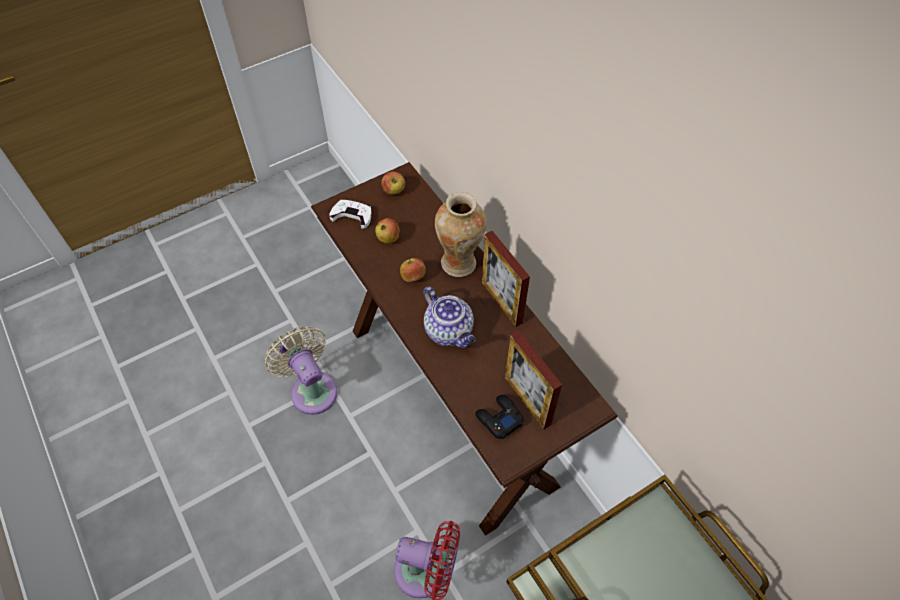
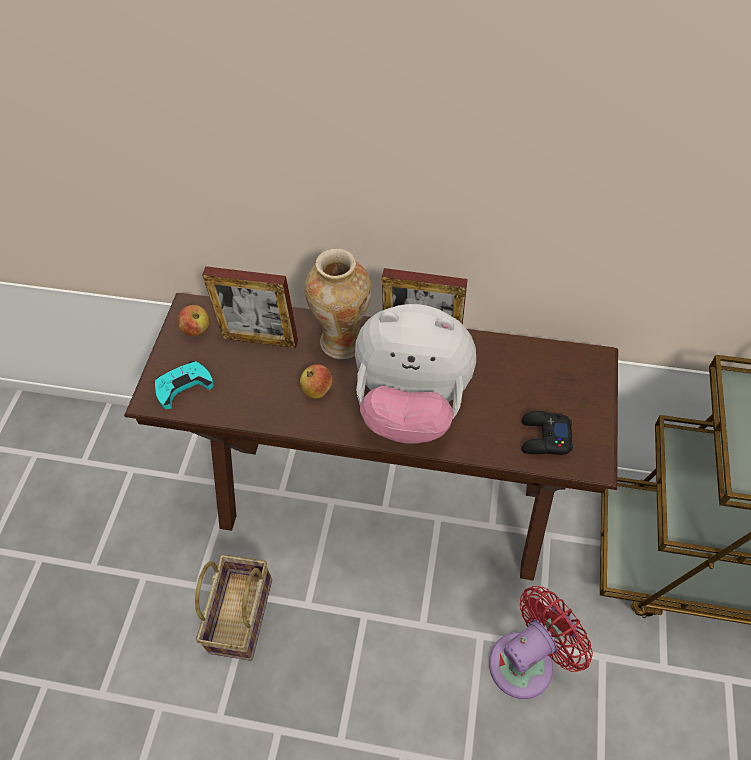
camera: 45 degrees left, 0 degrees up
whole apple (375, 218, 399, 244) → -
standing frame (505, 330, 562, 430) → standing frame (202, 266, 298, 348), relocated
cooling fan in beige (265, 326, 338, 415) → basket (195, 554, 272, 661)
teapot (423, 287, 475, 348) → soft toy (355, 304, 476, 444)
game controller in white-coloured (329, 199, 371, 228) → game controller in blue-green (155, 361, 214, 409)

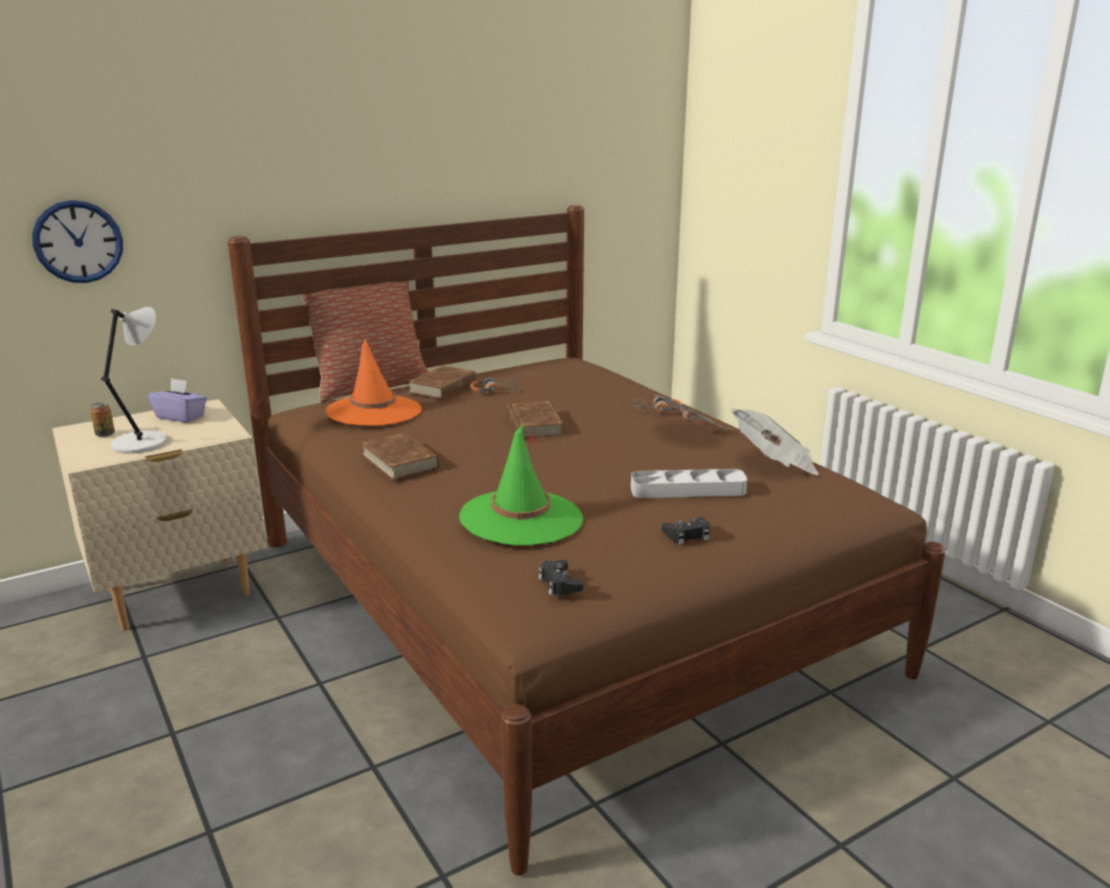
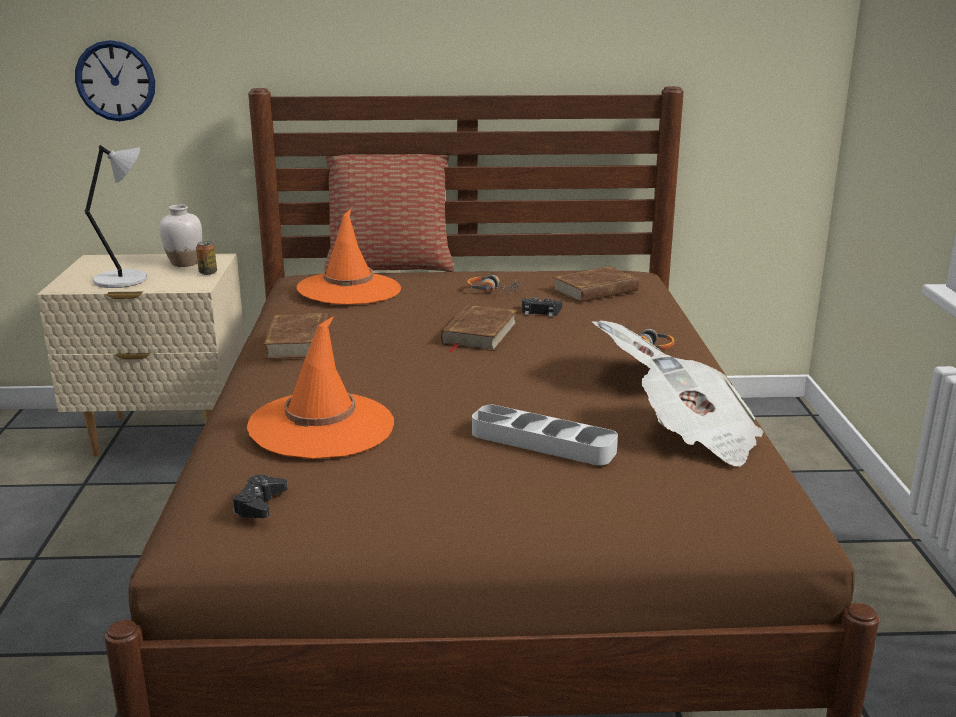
camera: 30 degrees right, 0 degrees up
can (90, 402, 115, 437) → can (196, 241, 217, 275), relocated
volume in brown (408, 366, 476, 399) → volume in brown (553, 266, 640, 302), relocated
game controller in black (662, 517, 710, 544) → game controller in black (522, 297, 562, 317), relocated
box of tissues in purplish (148, 378, 207, 423) → vase in white-coloured (160, 205, 202, 267)
wearable hat in green-coloured (459, 424, 583, 546) → wearable hat in orangey (247, 316, 394, 459)

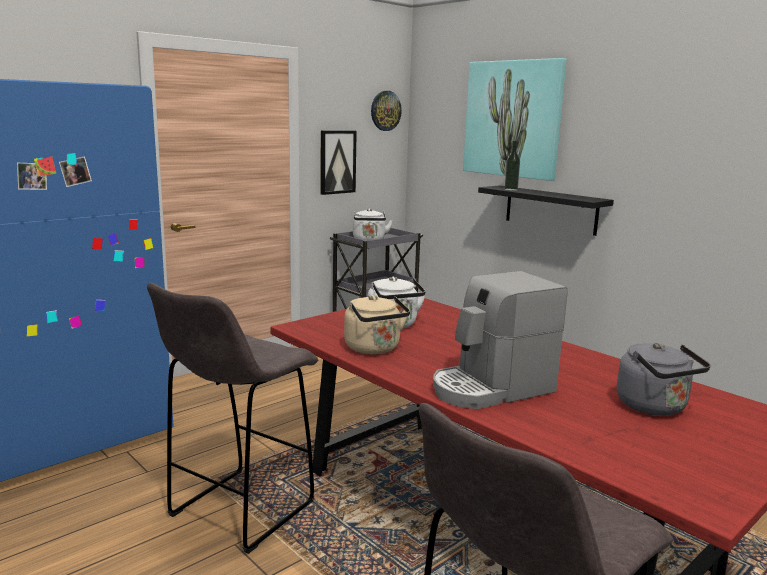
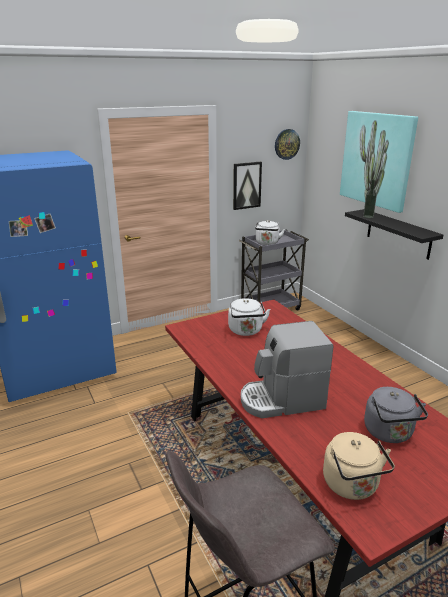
camera: 15 degrees right, 10 degrees up
sitting stool in greyish (147, 283, 318, 554) → -
tea kettle in beige (344, 295, 410, 354) → tea kettle in beige (323, 432, 395, 500), relocated

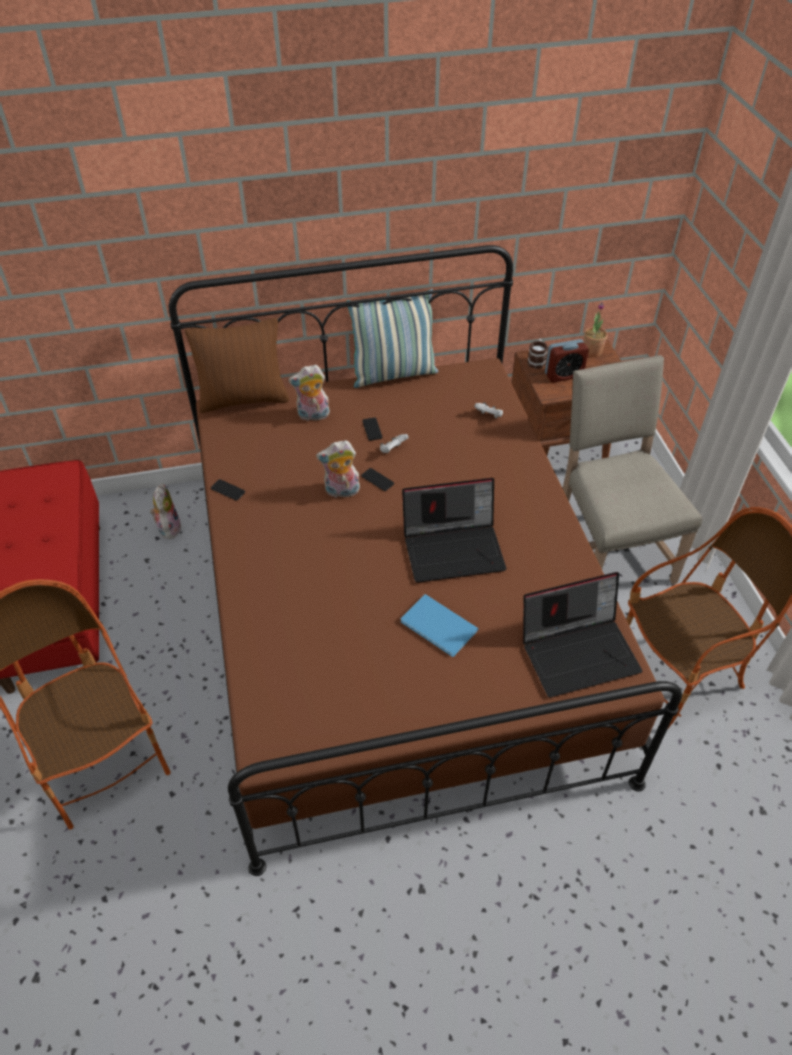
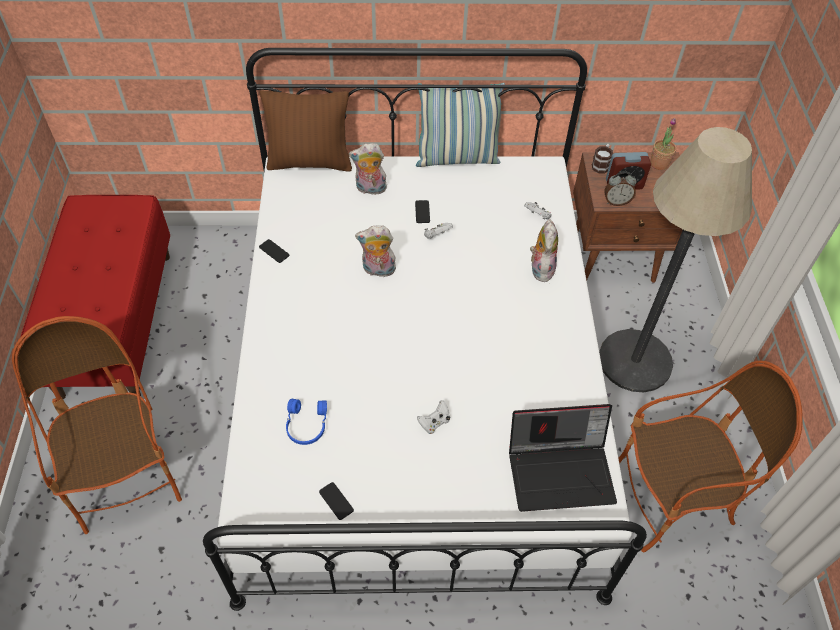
camera: 10 degrees right, 5 degrees up
portable computer (402, 478, 506, 583) → -
- → headphones in blue (286, 399, 327, 445)
- → bedside clock (604, 171, 637, 206)
soft toy (150, 483, 182, 539) → soft toy (530, 219, 558, 282), relocated
handset (361, 468, 394, 491) → handset (319, 482, 354, 520), relocated
volume in blue (401, 594, 479, 657) → game controller in white-coloured (417, 400, 450, 434)
upright chair in beige (563, 355, 702, 584) → standing lamp (599, 127, 752, 392)
bed in brown (169, 245, 682, 876) → bed in white-coloured (203, 48, 647, 611)

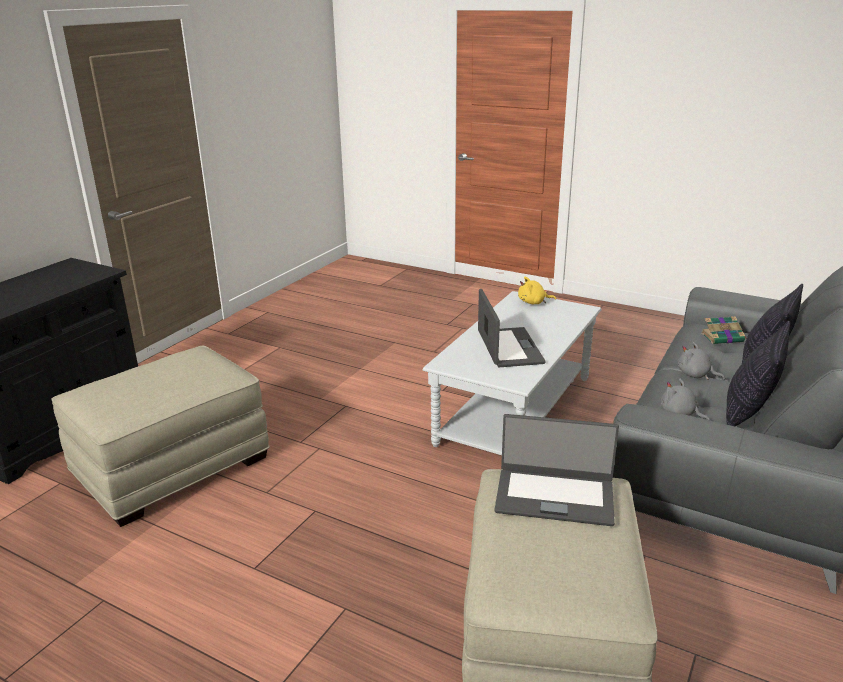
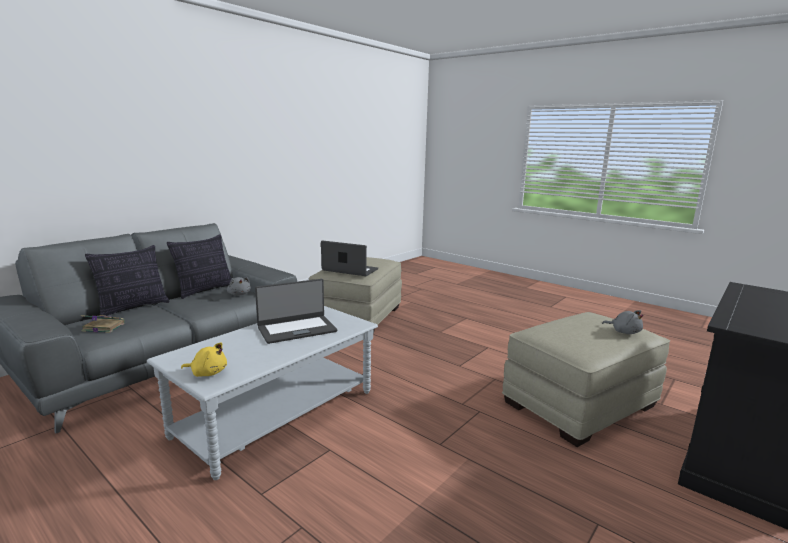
camera: 170 degrees left, 10 degrees down
soft toy in greyish (678, 342, 725, 380) → soft toy in greyish (602, 310, 643, 334), relocated
portable computer (478, 289, 546, 367) → portable computer (255, 279, 337, 344), 120 degrees counterclockwise

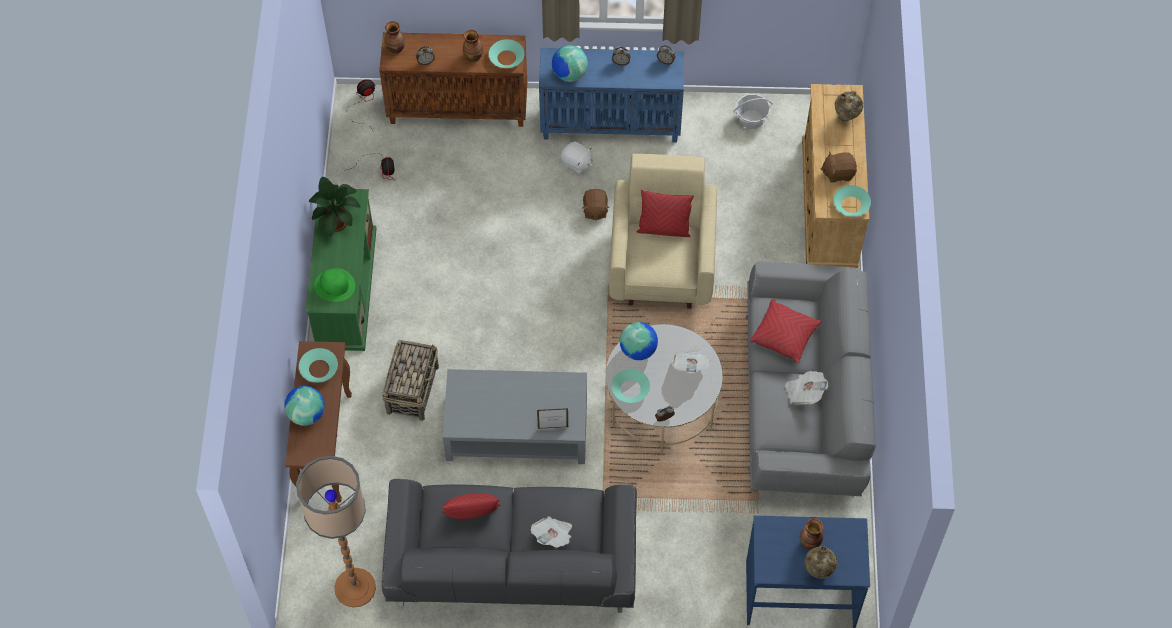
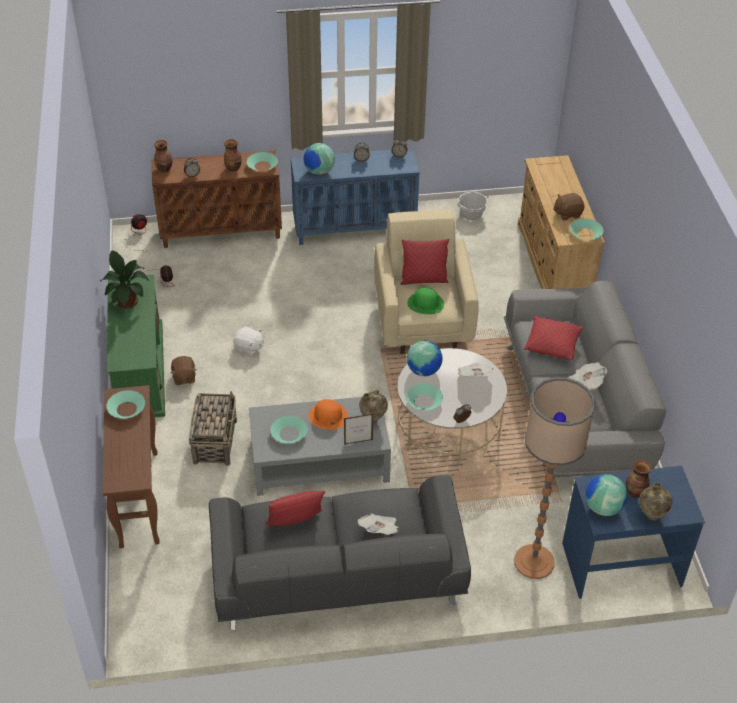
camera: 10 degrees left, 15 degrees down
- → bowl in blue-green (271, 416, 308, 444)
- → wearable hat in orangey (308, 399, 348, 430)
globe (284, 386, 325, 426) → globe (585, 474, 628, 516), relocated
standing lamp (296, 456, 376, 608) → standing lamp (514, 377, 596, 579), relocated
wearable hat in green-coloured (314, 268, 355, 302) → wearable hat in green-coloured (407, 287, 444, 314), relocated
soft toy in white-coloured (561, 141, 593, 174) → soft toy in white-coloured (233, 327, 264, 356), relocated
soft toy in brown (583, 189, 609, 220) → soft toy in brown (171, 356, 196, 385), relocated
vase in beige (835, 91, 863, 121) → vase in beige (359, 390, 388, 423), relocated

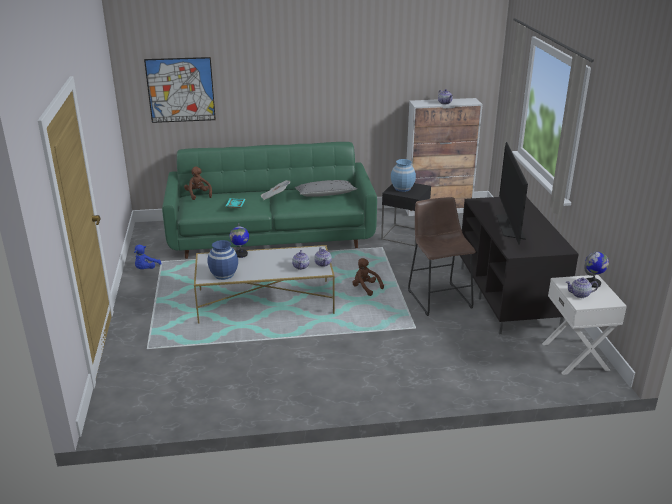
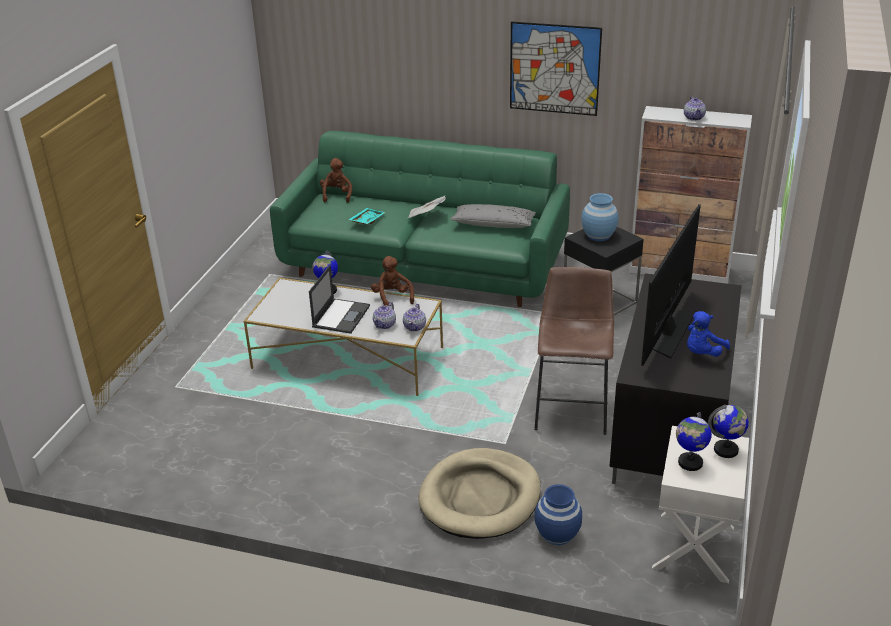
camera: 25 degrees right, 5 degrees up
- → portable computer (309, 265, 370, 334)
- → pet bed in beige (419, 448, 541, 539)
soft toy in blue (134, 244, 162, 269) → soft toy in blue (687, 311, 730, 357), relocated
wall art (144, 57, 216, 123) → wall art (510, 21, 602, 116), relocated
vase in blue (207, 240, 238, 280) → vase in blue (535, 484, 582, 545), relocated
soft toy in brown (352, 258, 384, 296) → soft toy in brown (371, 256, 414, 306), relocated
teapot (566, 278, 598, 298) → globe (676, 412, 712, 471)

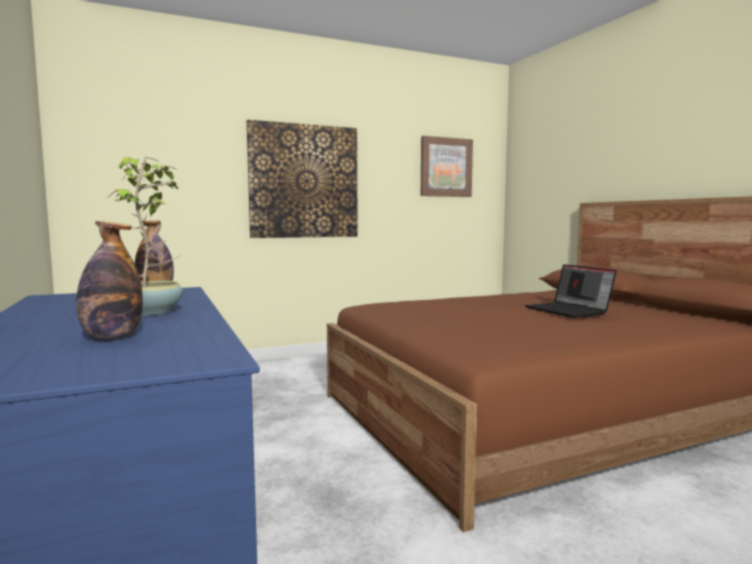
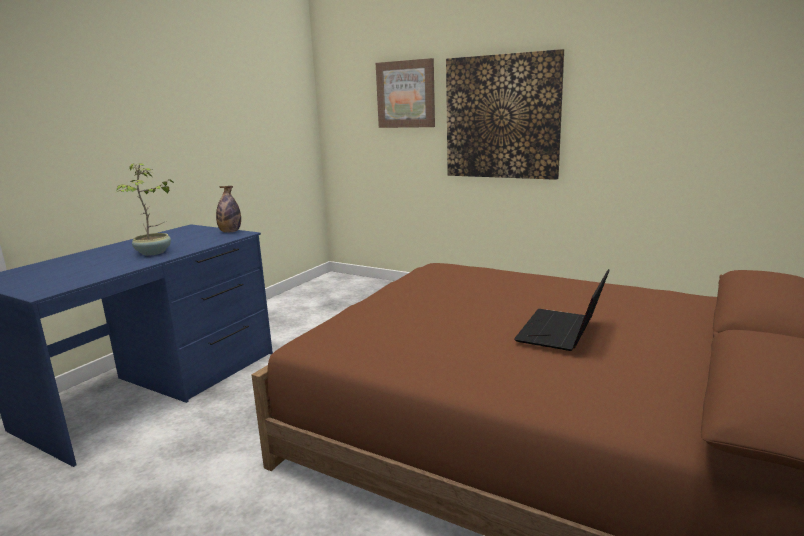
camera: 55 degrees right, 10 degrees up
drink bottle (76, 221, 143, 339) → -
wall art (421, 136, 473, 197) → wall art (376, 58, 435, 128), relocated

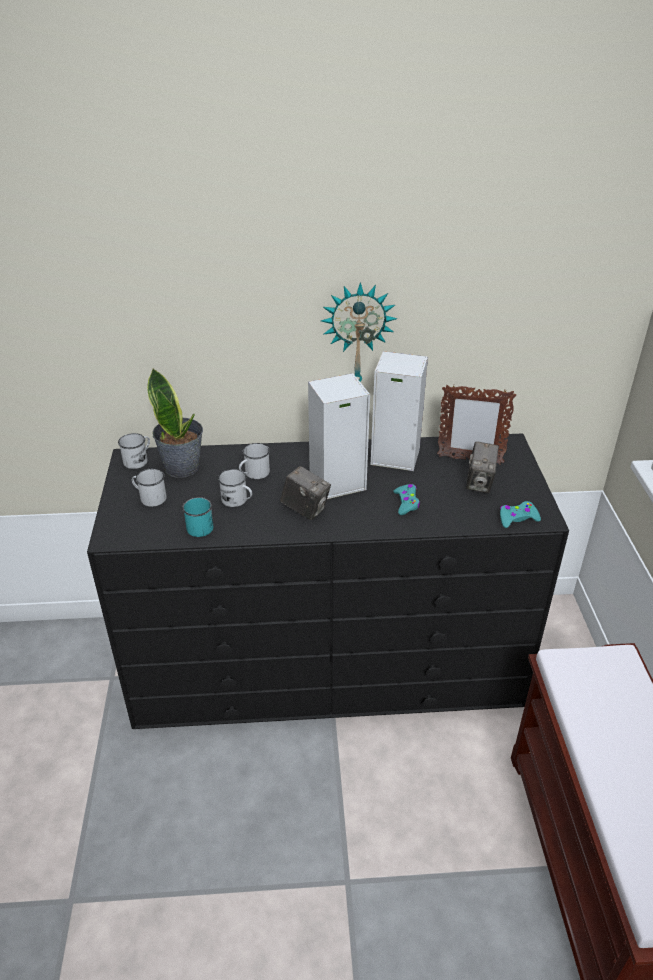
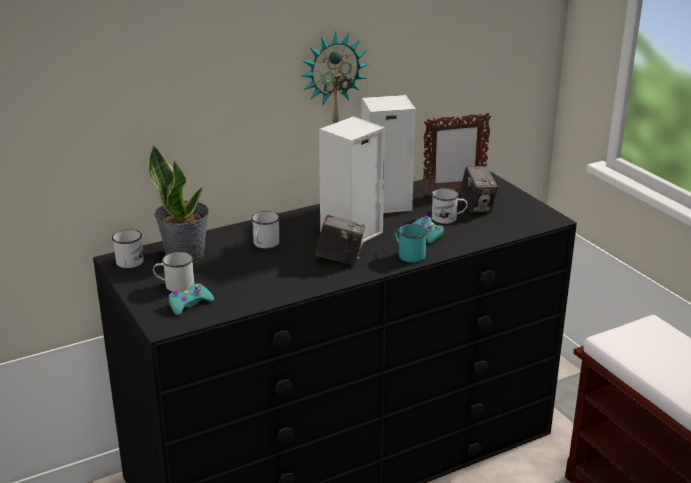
camera: 25 degrees left, 10 degrees down
coffee mug in blue-green (182, 497, 213, 537) → coffee mug in blue-green (395, 224, 428, 263), relocated
coffee mug in white-coloured (218, 469, 252, 507) → coffee mug in white-coloured (432, 188, 468, 224), relocated
game controller in blue-green (500, 501, 541, 528) → game controller in blue-green (168, 283, 214, 315), relocated

